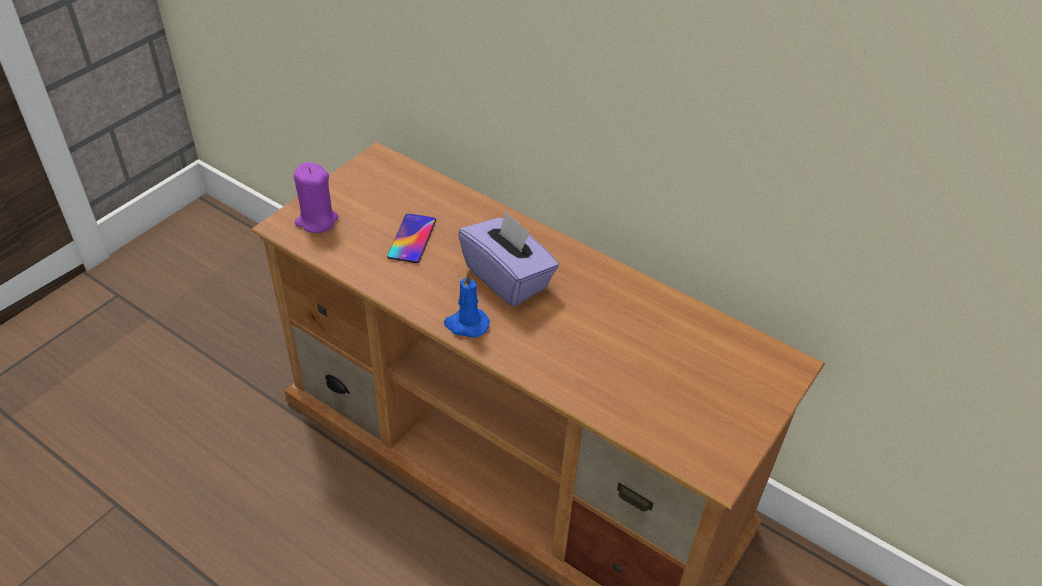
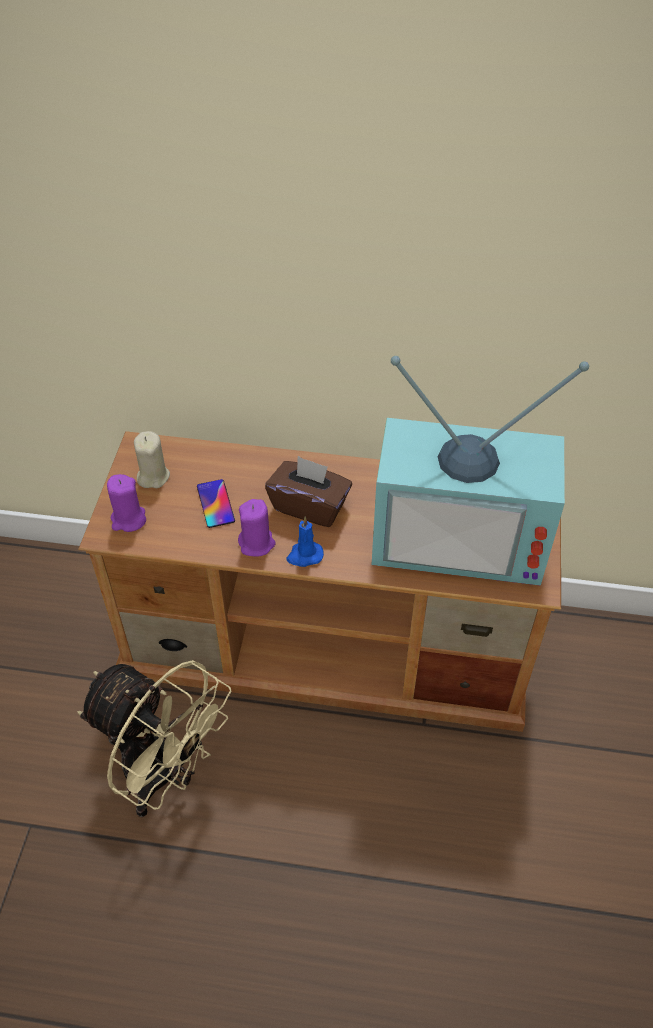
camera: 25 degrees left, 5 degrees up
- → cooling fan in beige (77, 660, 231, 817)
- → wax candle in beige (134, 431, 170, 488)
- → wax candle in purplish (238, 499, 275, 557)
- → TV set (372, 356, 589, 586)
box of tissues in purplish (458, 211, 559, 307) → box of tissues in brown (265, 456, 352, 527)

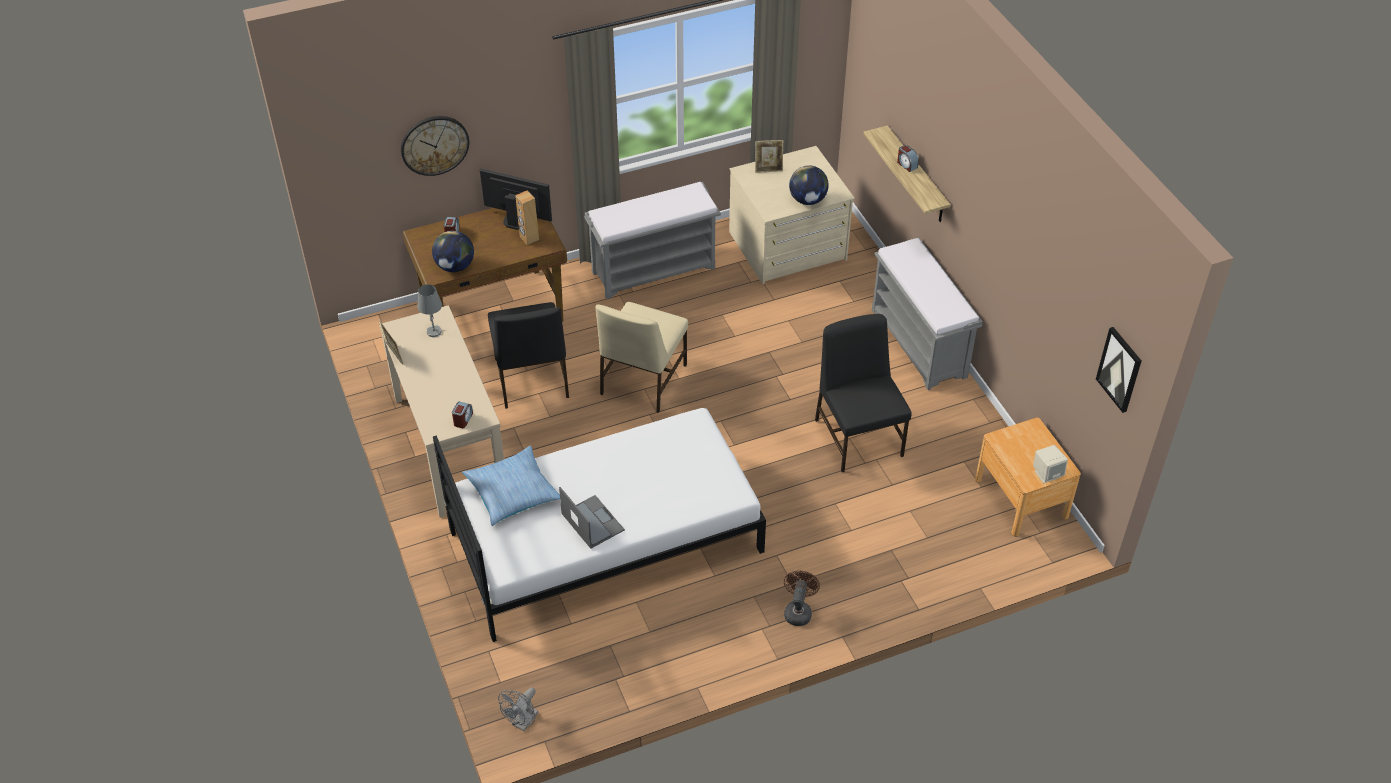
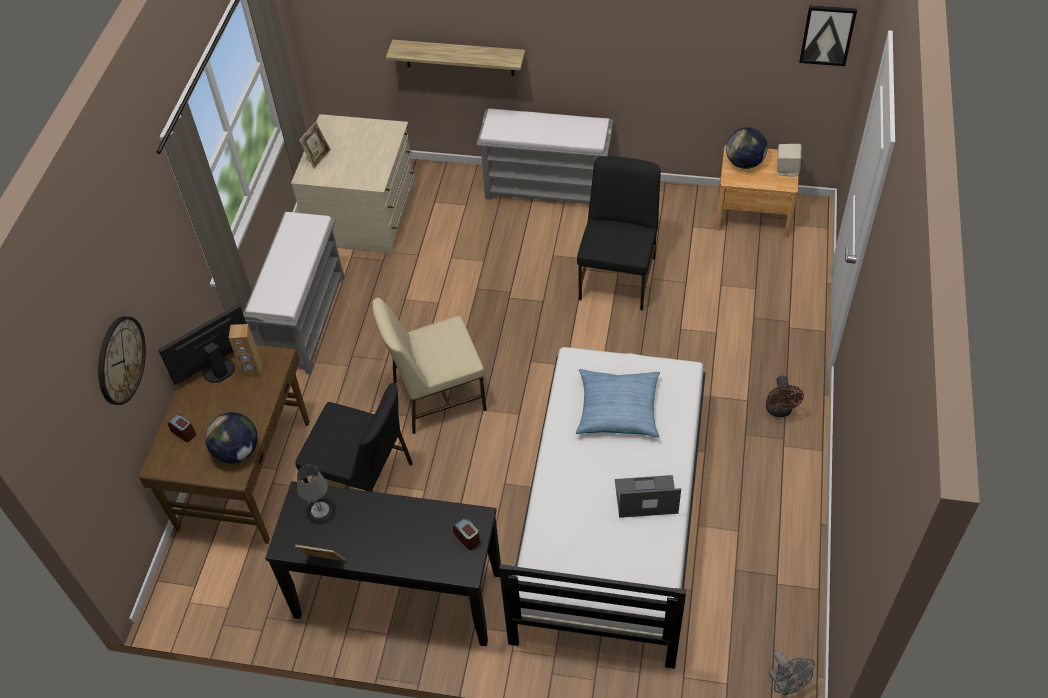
camera: 55 degrees left, 5 degrees up
bedside clock (897, 145, 919, 172) → -
throw pillow (462, 445, 560, 526) → throw pillow (576, 369, 660, 437), relocated
globe (789, 165, 829, 205) → globe (726, 127, 767, 169), relocated
console table in beige (379, 305, 504, 518) → console table in black (265, 481, 501, 646)
upright chair in beige (596, 302, 688, 413) → upright chair in beige (372, 298, 487, 434), 105 degrees clockwise
cooling fan in brown (784, 571, 820, 626) → cooling fan in brown (766, 376, 804, 417), 135 degrees counterclockwise
upright chair in black (815, 314, 912, 472) → upright chair in black (577, 156, 661, 310), 90 degrees clockwise

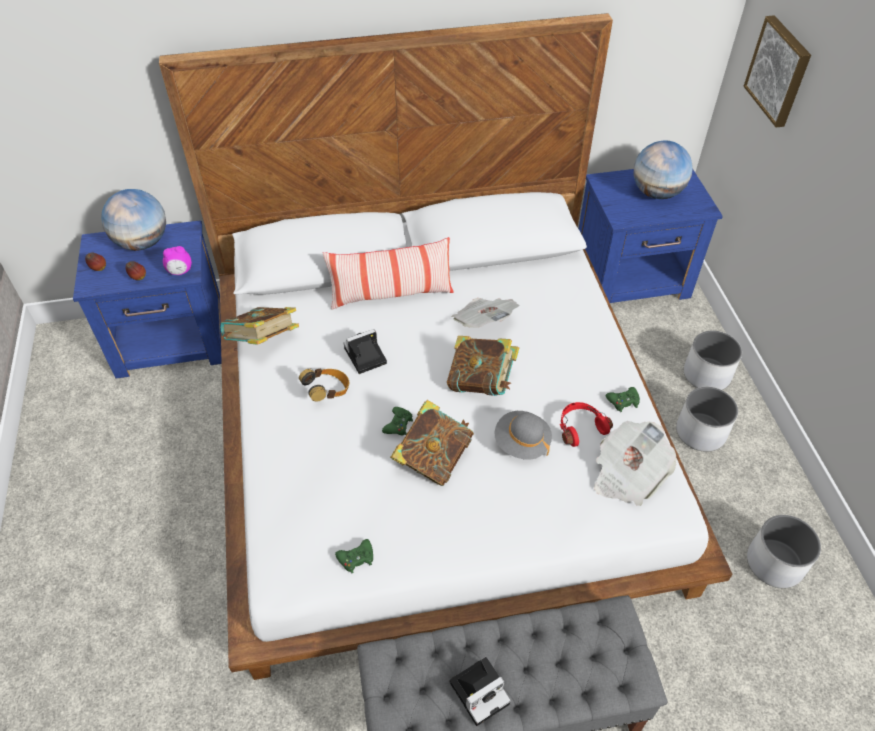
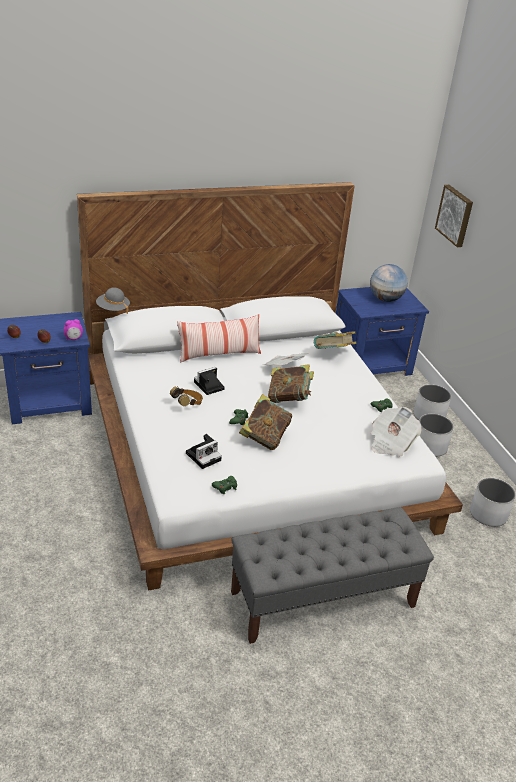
camera: 10 degrees left, 15 degrees down
globe (101, 189, 166, 251) → -
headphones in red-coloured (560, 402, 613, 447) → -
volume (220, 307, 299, 345) → volume (314, 331, 356, 349), relocated
photo camera (450, 657, 511, 726) → photo camera (186, 434, 222, 469), relocated
wearable hat in greyish (494, 411, 552, 460) → wearable hat in greyish (96, 287, 130, 314), relocated

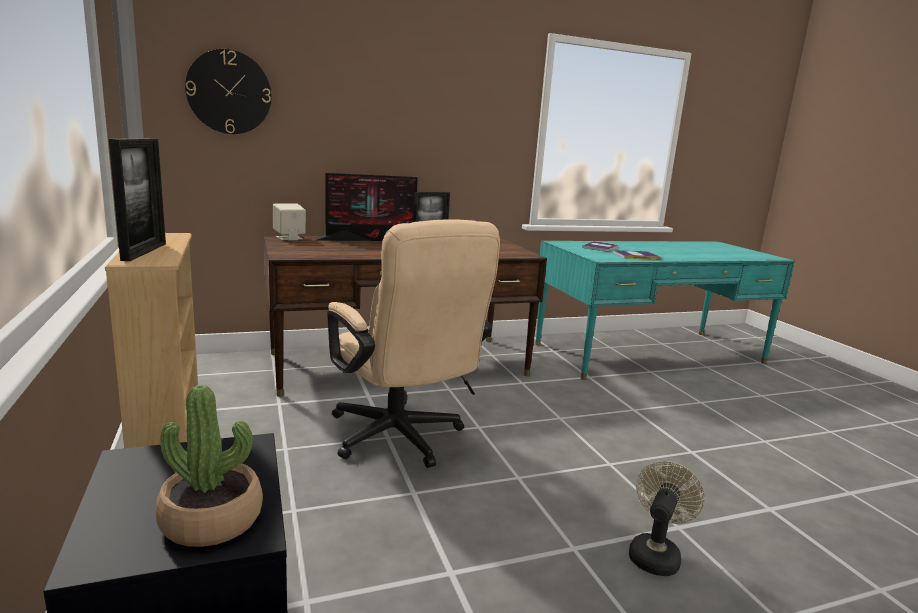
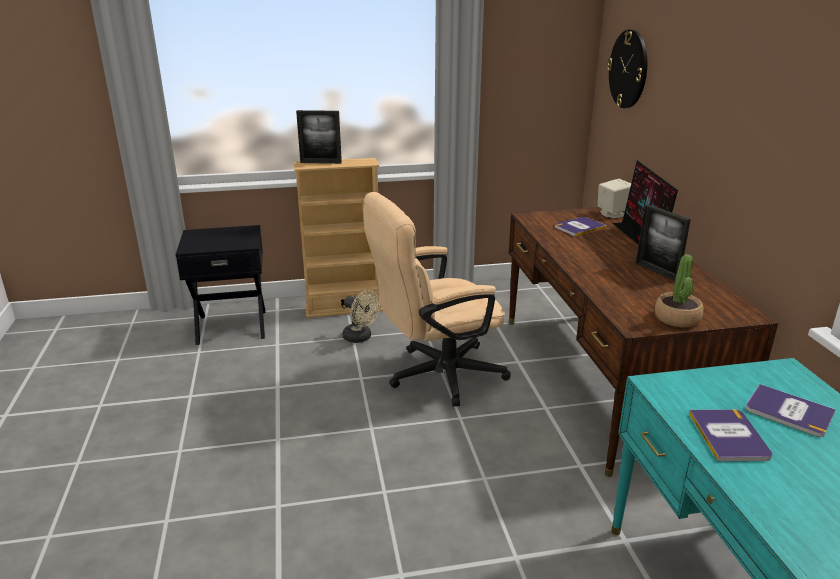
camera: 100 degrees right, 10 degrees up
- → volume (555, 217, 606, 236)
plant in a pot (156, 385, 263, 547) → plant in a pot (654, 254, 704, 327), relocated
cooling fan in beige (629, 461, 705, 576) → cooling fan in beige (342, 290, 380, 343), relocated

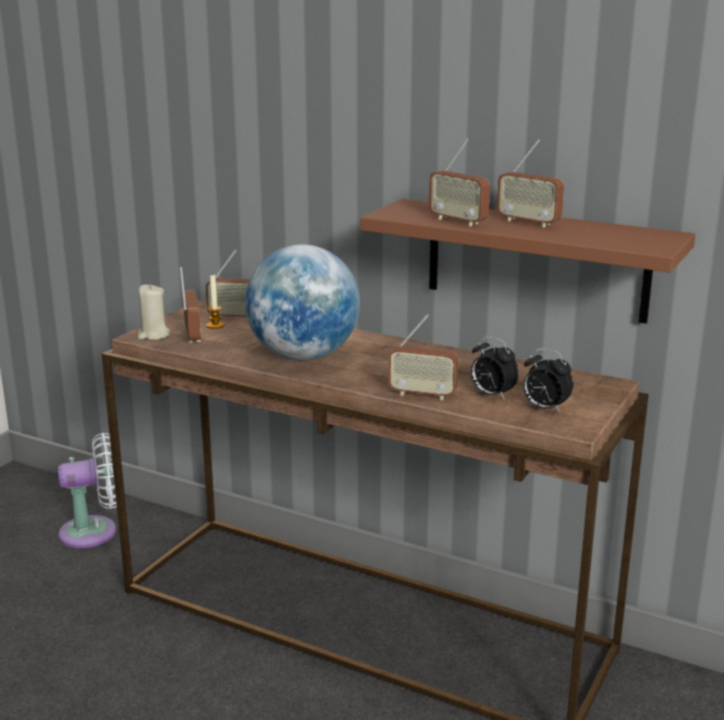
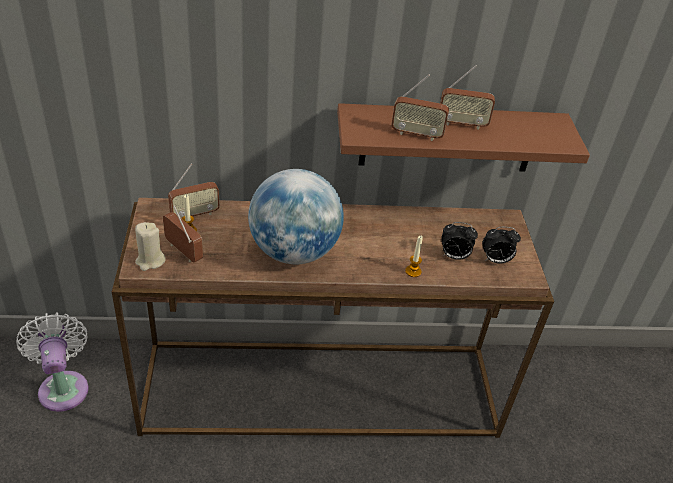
camera: 35 degrees left, 20 degrees up
radio set (388, 314, 459, 401) → wax candle (405, 236, 423, 277)
cooling fan in white-coloured (58, 433, 117, 548) → cooling fan in white-coloured (16, 313, 89, 412), 60 degrees counterclockwise

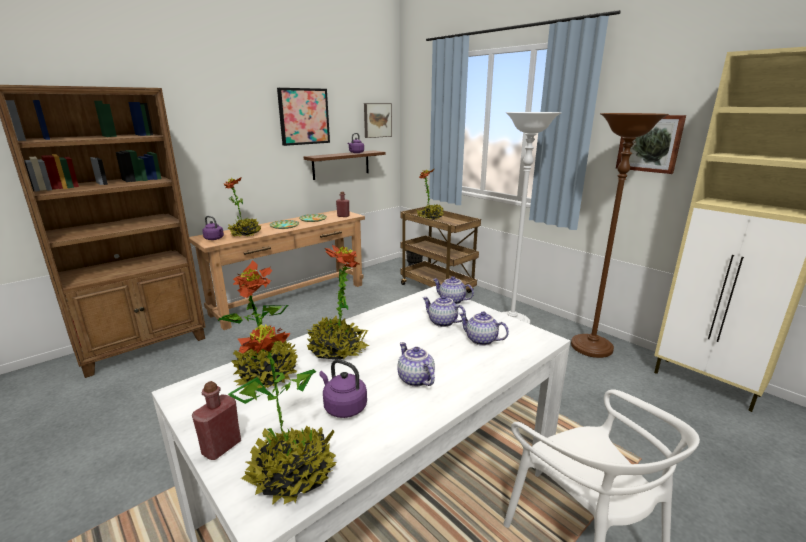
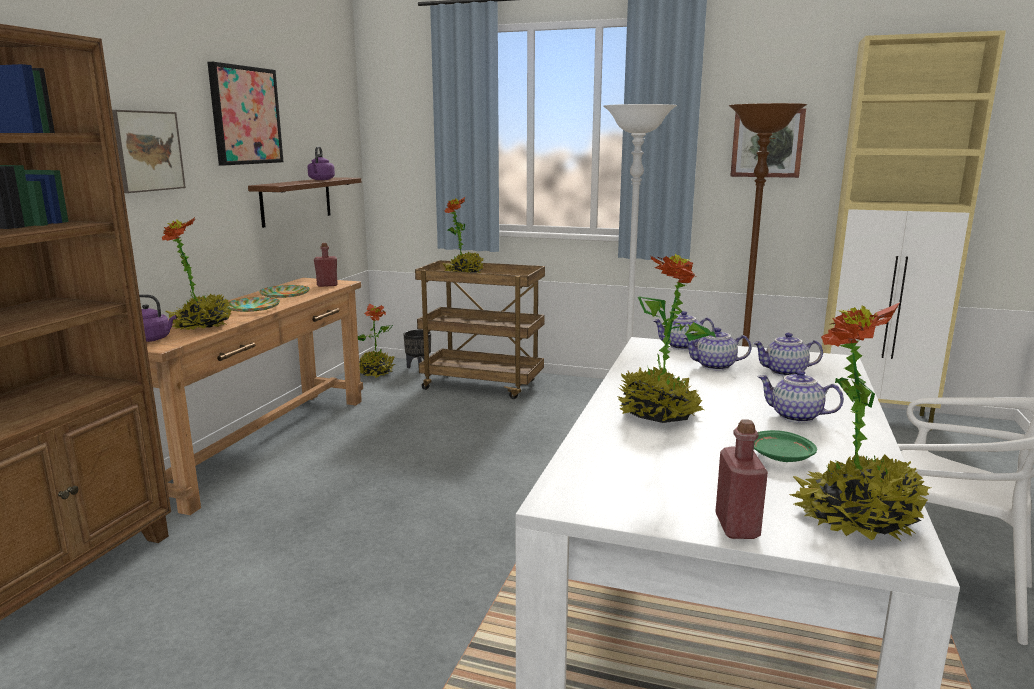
camera: 30 degrees left, 5 degrees down
plant in a pot (218, 260, 297, 388) → plant in a pot (358, 304, 395, 378), relocated
wall art (364, 103, 392, 138) → wall art (112, 110, 186, 193), relocated
tea kettle in purplish (319, 359, 367, 418) → flat dish in green-coloured (754, 430, 817, 462)

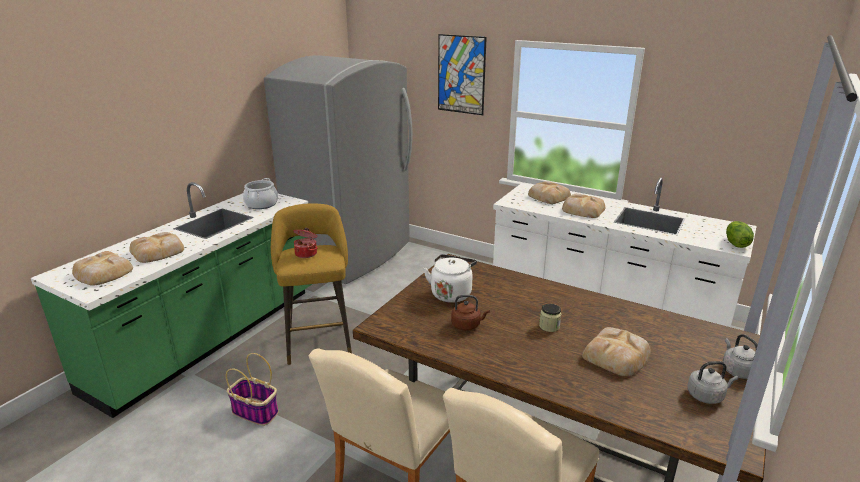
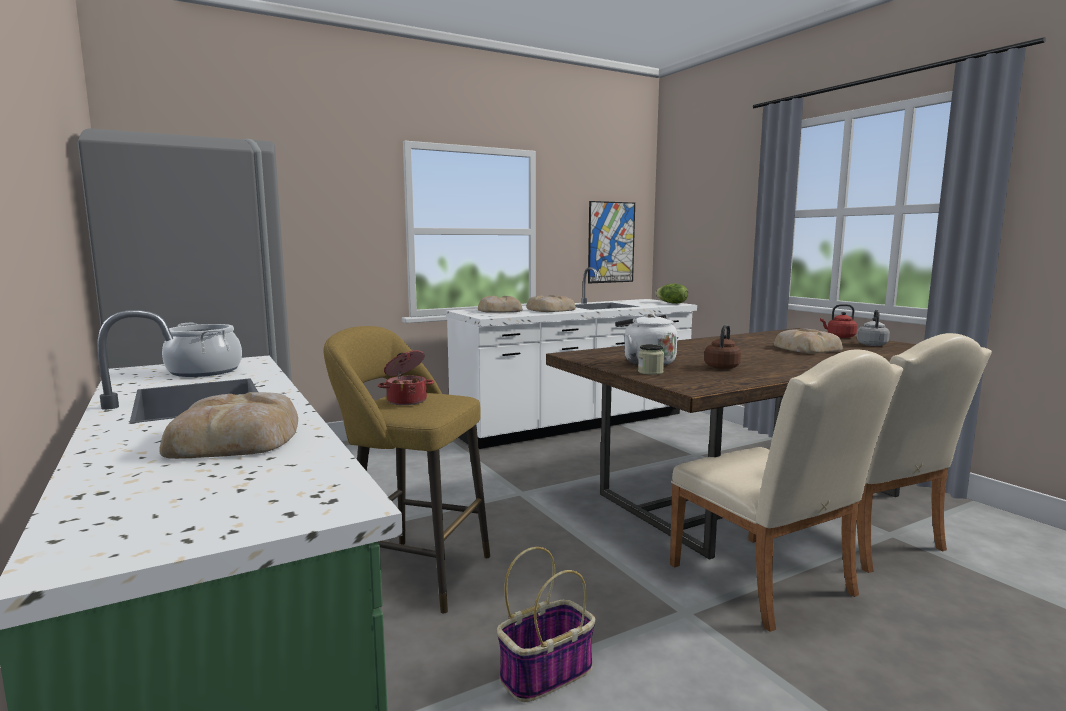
camera: 60 degrees left, 15 degrees down
bakery bread (72, 251, 133, 286) → -
wall art (438, 34, 487, 115) → wall art (588, 201, 635, 283), relocated
jar (539, 304, 561, 332) → jar (638, 344, 664, 375), relocated
tea kettle in greyish (722, 334, 758, 379) → tea kettle in red-coloured (820, 304, 857, 338)

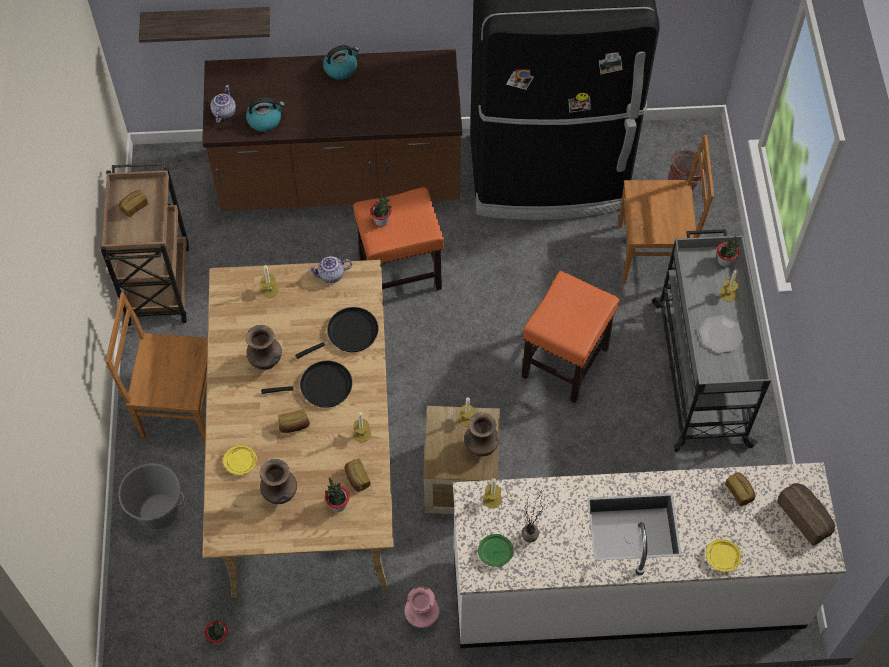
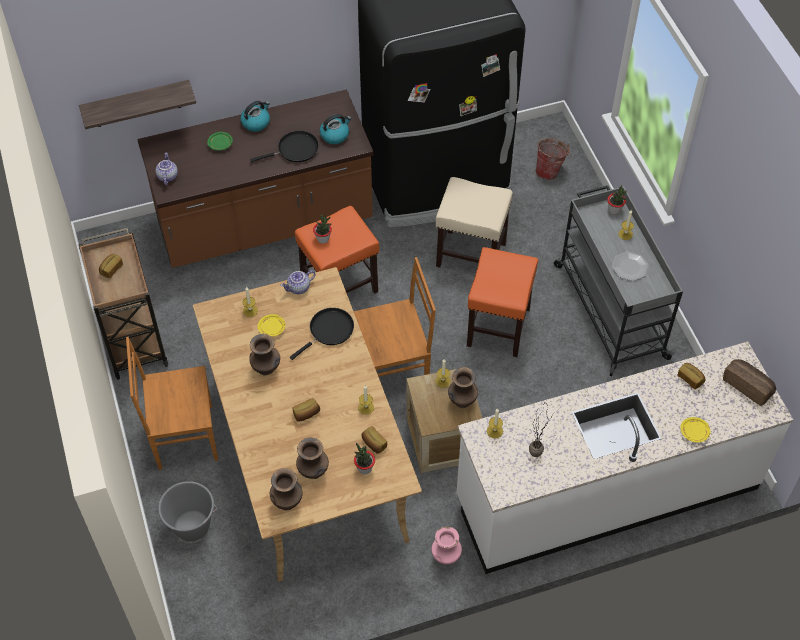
camera: 15 degrees left, 5 degrees down
plant in a pot (205, 619, 228, 645) → -
- → vase in brown (270, 468, 302, 510)
- → sitting stool in beige (436, 177, 513, 267)
flat dish in yellow (223, 445, 257, 475) → flat dish in yellow (258, 314, 285, 337), relocated
tea kettle (246, 98, 285, 132) → tea kettle (320, 114, 351, 144), relocated
skillet in black (261, 361, 352, 408) → skillet in black (250, 130, 319, 162), relocated
flat dish in green-coloured (478, 534, 514, 567) → flat dish in green-coloured (207, 132, 233, 151), relocated
upright chair in brown (618, 135, 714, 283) → upright chair in brown (354, 257, 436, 377), relocated

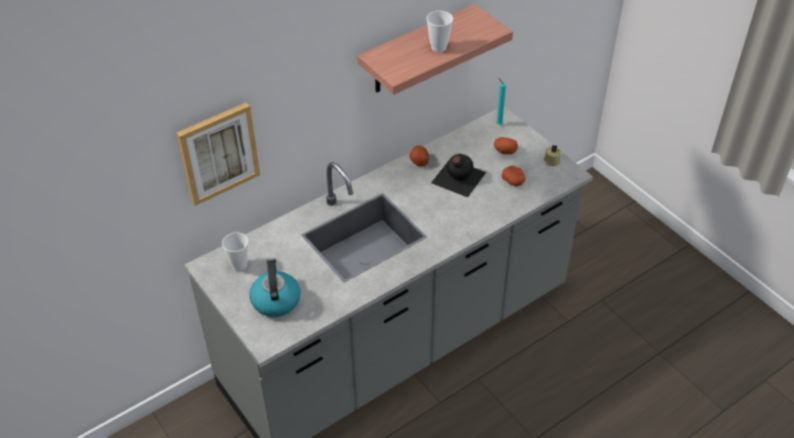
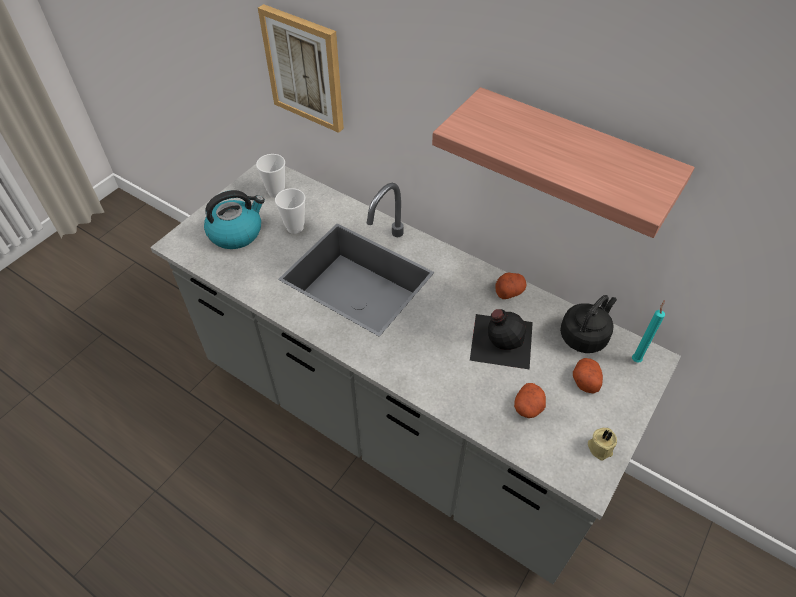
camera: 70 degrees right, 5 degrees up
- → tea kettle in black (560, 295, 617, 353)
cup (427, 11, 453, 52) → cup (275, 188, 305, 234), relocated

